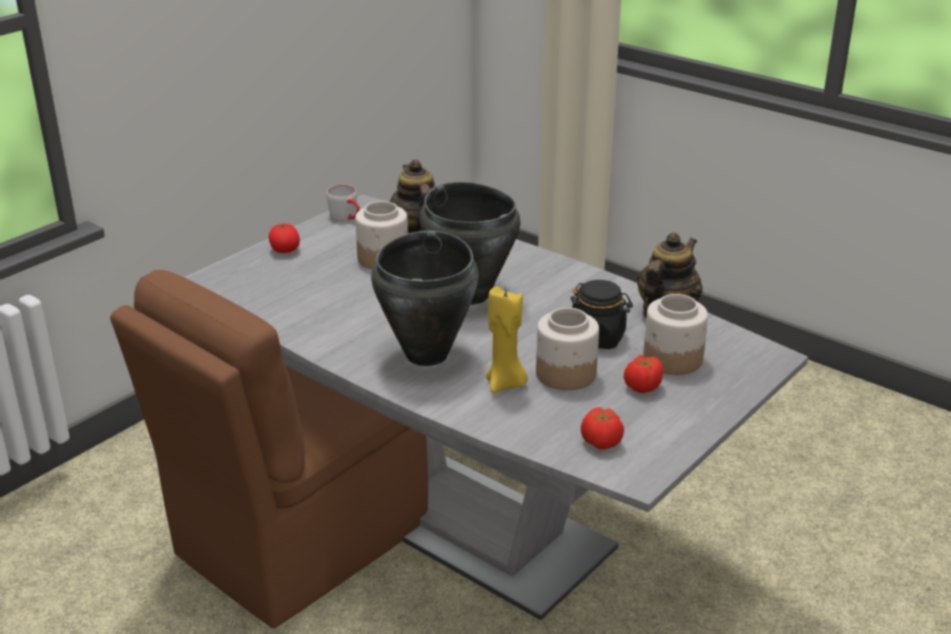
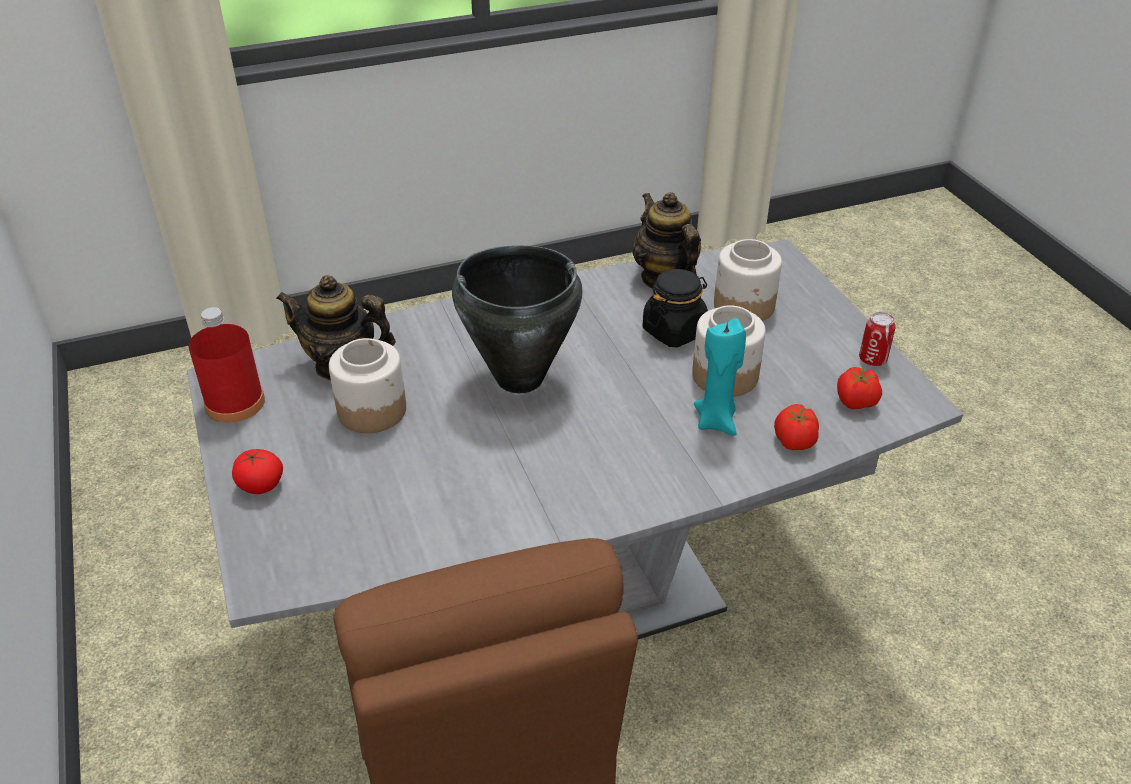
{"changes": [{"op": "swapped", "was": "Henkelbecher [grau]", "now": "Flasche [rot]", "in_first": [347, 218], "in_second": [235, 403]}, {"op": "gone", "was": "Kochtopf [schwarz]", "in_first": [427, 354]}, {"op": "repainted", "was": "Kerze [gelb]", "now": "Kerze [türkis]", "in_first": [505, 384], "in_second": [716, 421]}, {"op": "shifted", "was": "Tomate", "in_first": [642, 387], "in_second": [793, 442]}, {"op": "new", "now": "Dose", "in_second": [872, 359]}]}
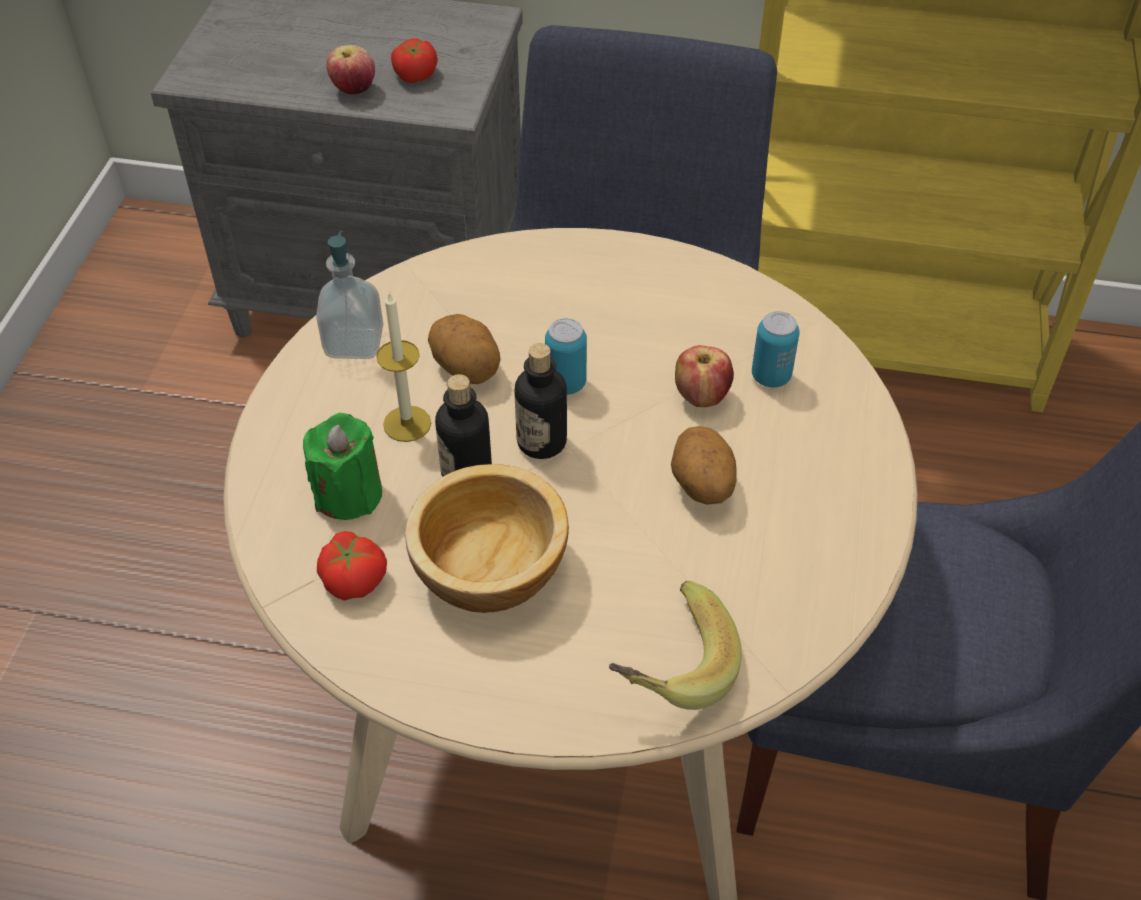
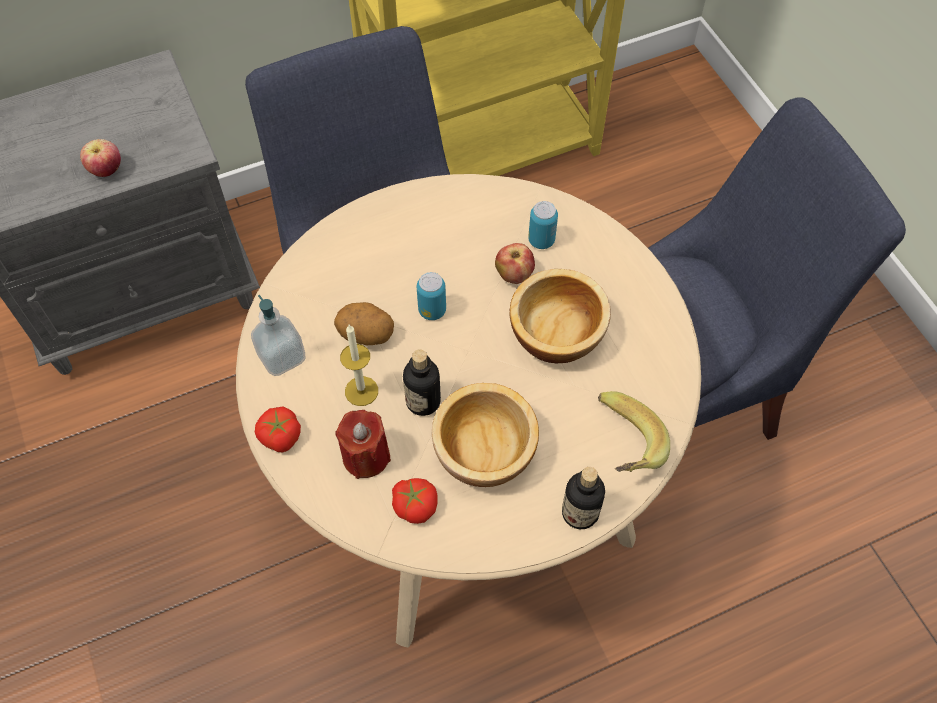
{"changes": [{"op": "shifted", "was": "Tomate", "in_first": [414, 75], "in_second": [280, 436]}, {"op": "shifted", "was": "Flasche", "in_first": [541, 442], "in_second": [580, 513]}, {"op": "repainted", "was": "Kerze [grün]", "now": "Kerze [rot]", "in_first": [348, 494], "in_second": [366, 456]}, {"op": "swapped", "was": "Kartoffel", "now": "Schüssel", "in_first": [700, 486], "in_second": [557, 331]}]}
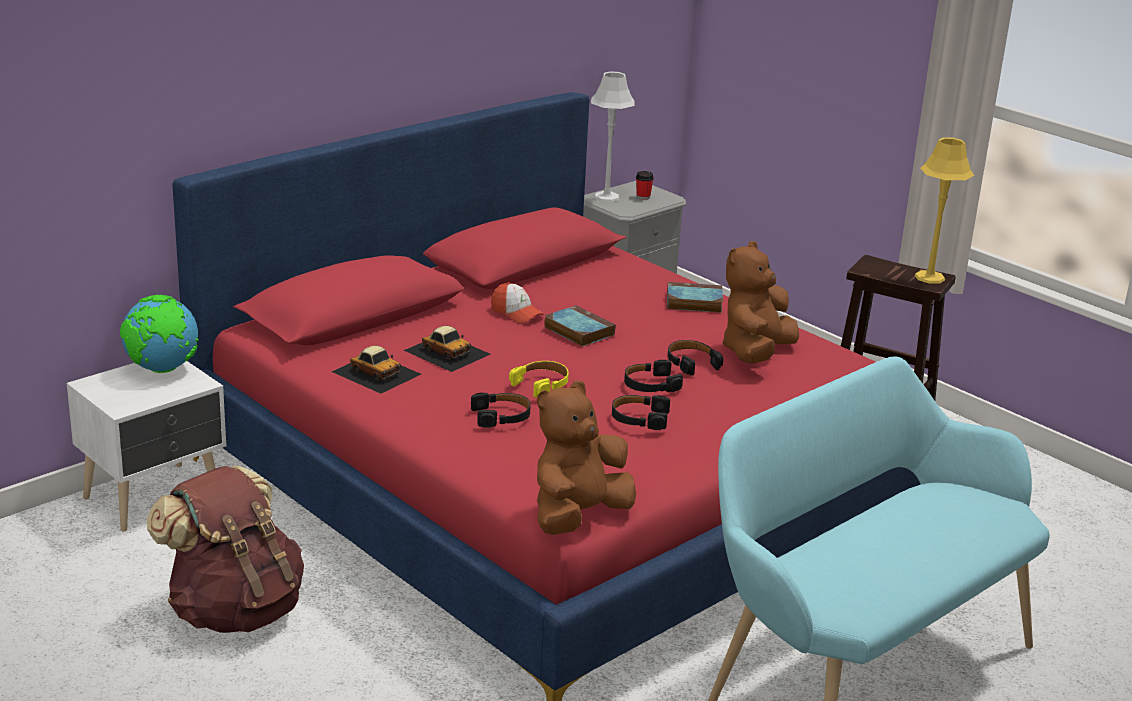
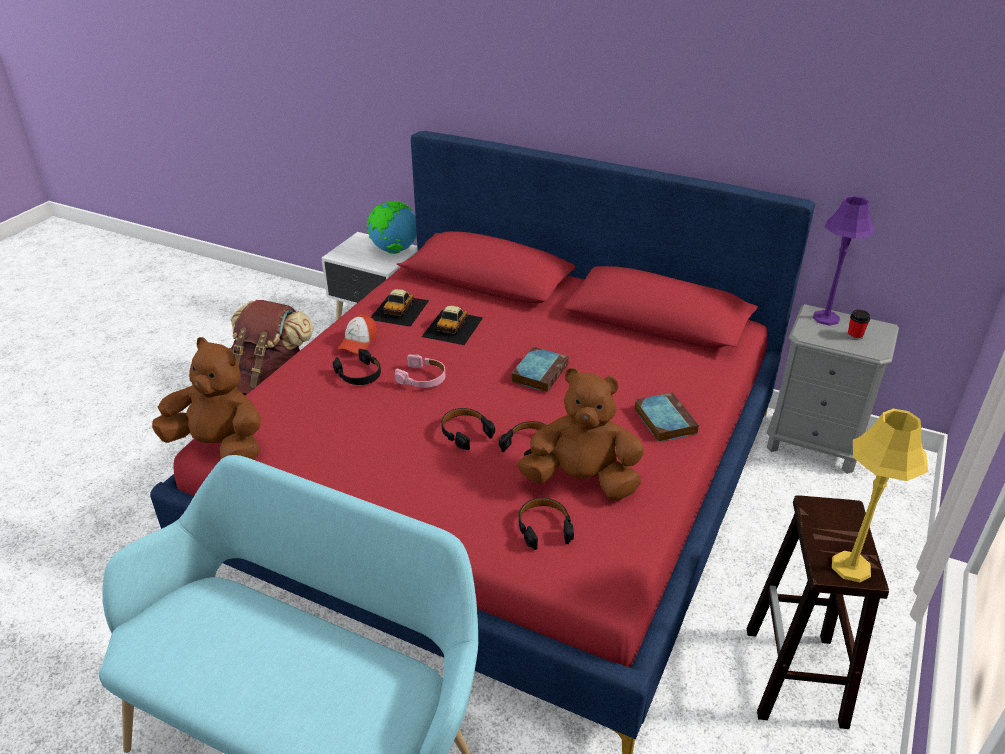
{"changes": [{"op": "repainted", "was": "Tischlampe [grau]", "now": "Tischlampe [lila]", "in_first": [606, 197], "in_second": [826, 318]}, {"op": "shifted", "was": "Kappe", "in_first": [516, 313], "in_second": [358, 342]}, {"op": "repainted", "was": "Kopfhörer [gelb]", "now": "Kopfhörer [rosa]", "in_first": [541, 384], "in_second": [422, 378]}, {"op": "shifted", "was": "Kopfhörer [schwarz]", "in_first": [639, 418], "in_second": [544, 527]}]}
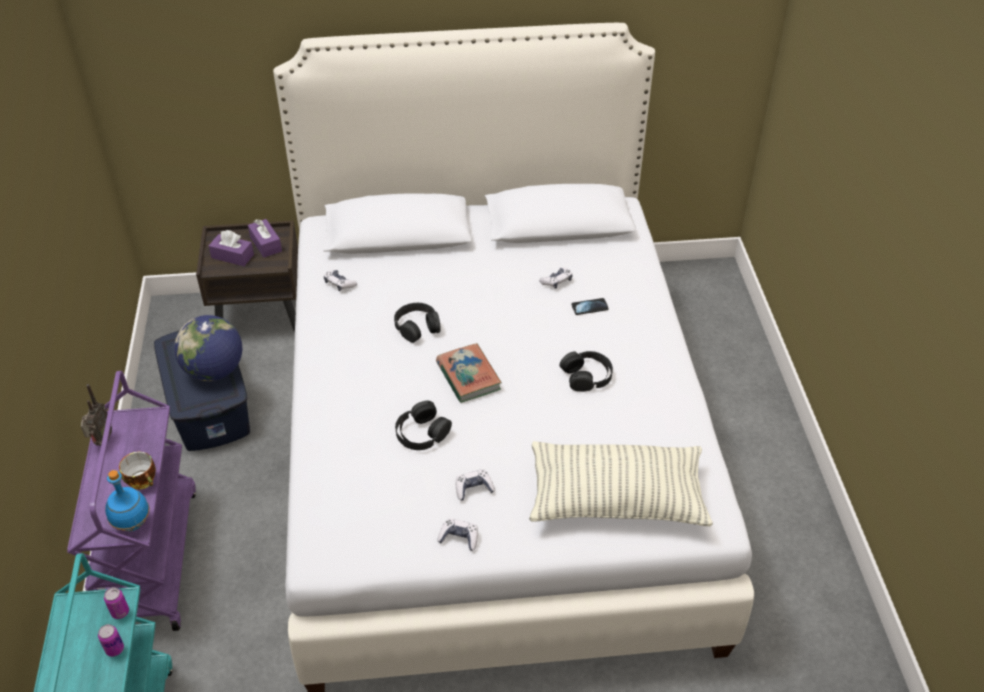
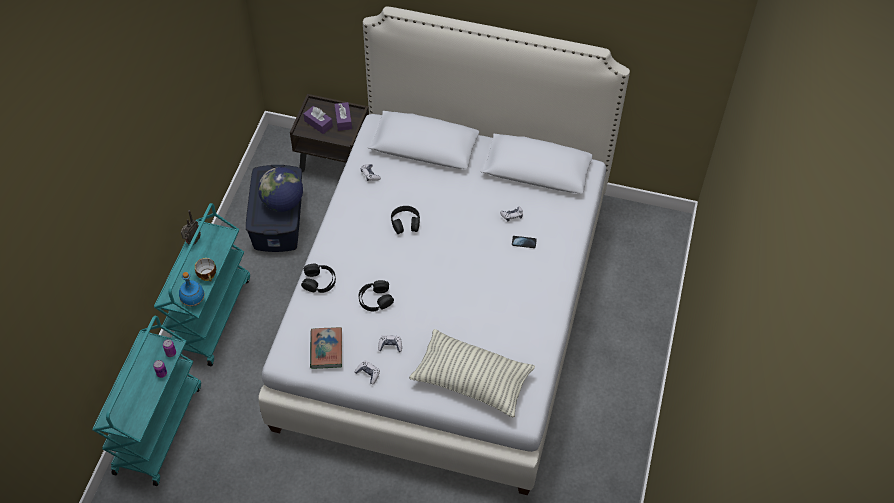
{"changes": [{"op": "shifted", "was": "Buch", "in_first": [468, 376], "in_second": [326, 349]}, {"op": "shifted", "was": "Kopfhörer [schwarz]", "in_first": [587, 376], "in_second": [319, 281]}, {"op": "repainted", "was": "Rollwagen [lila]", "now": "Rollwagen [türkis]", "in_first": [152, 558], "in_second": [210, 315]}]}
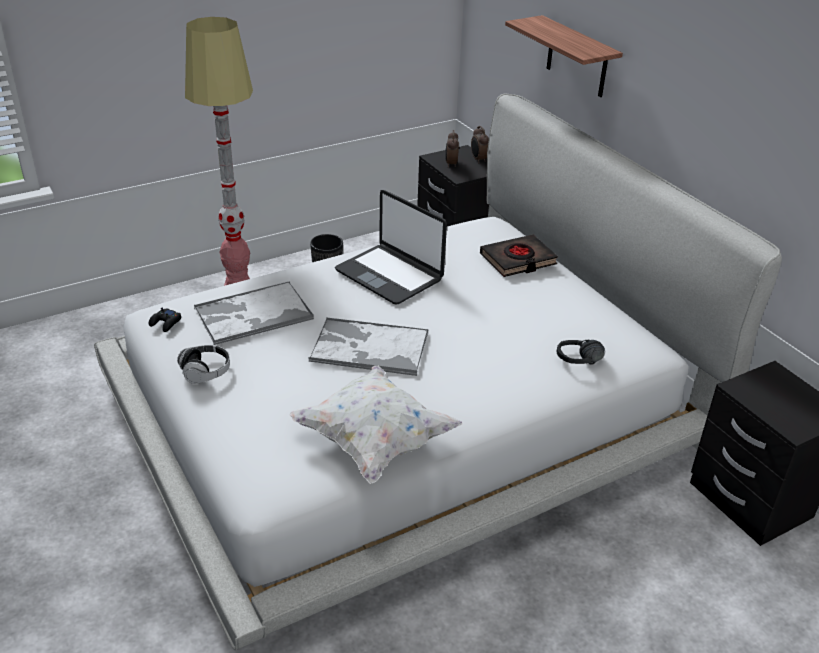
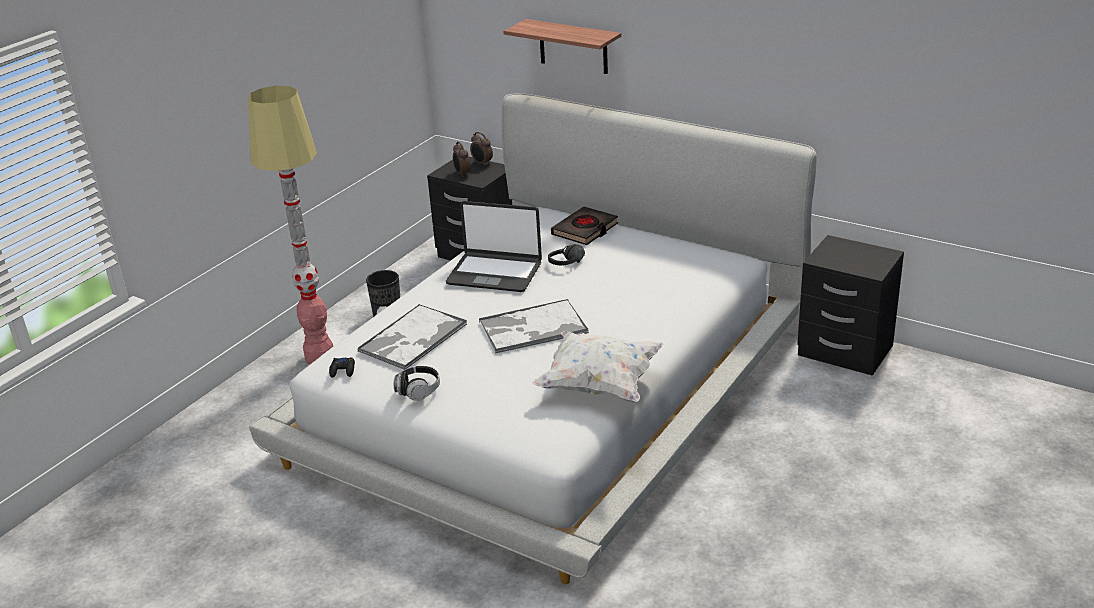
{"changes": [{"op": "shifted", "was": "Kopfhörer [schwarz]", "in_first": [581, 364], "in_second": [570, 265]}]}
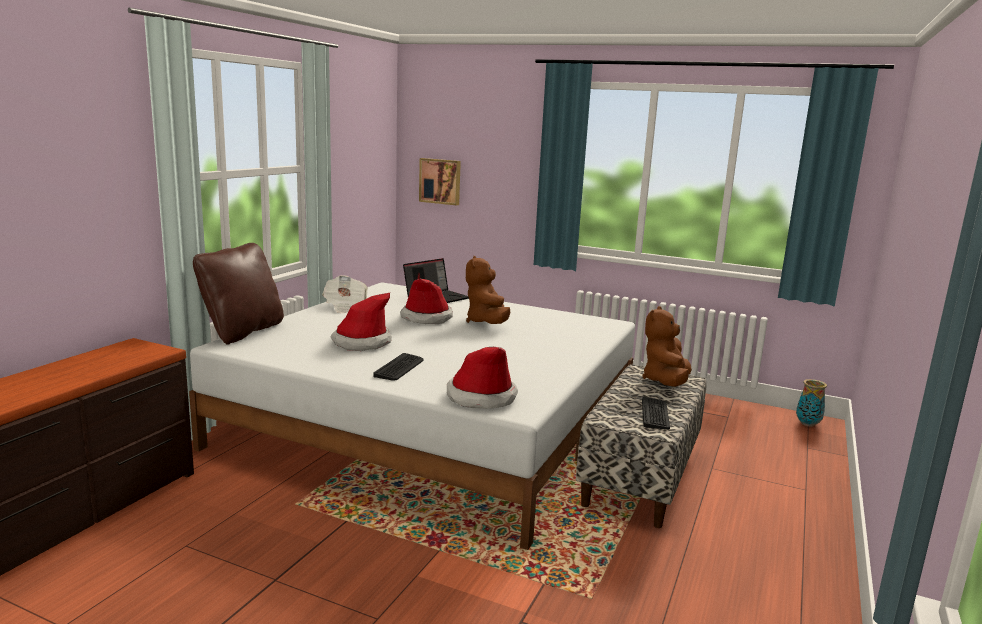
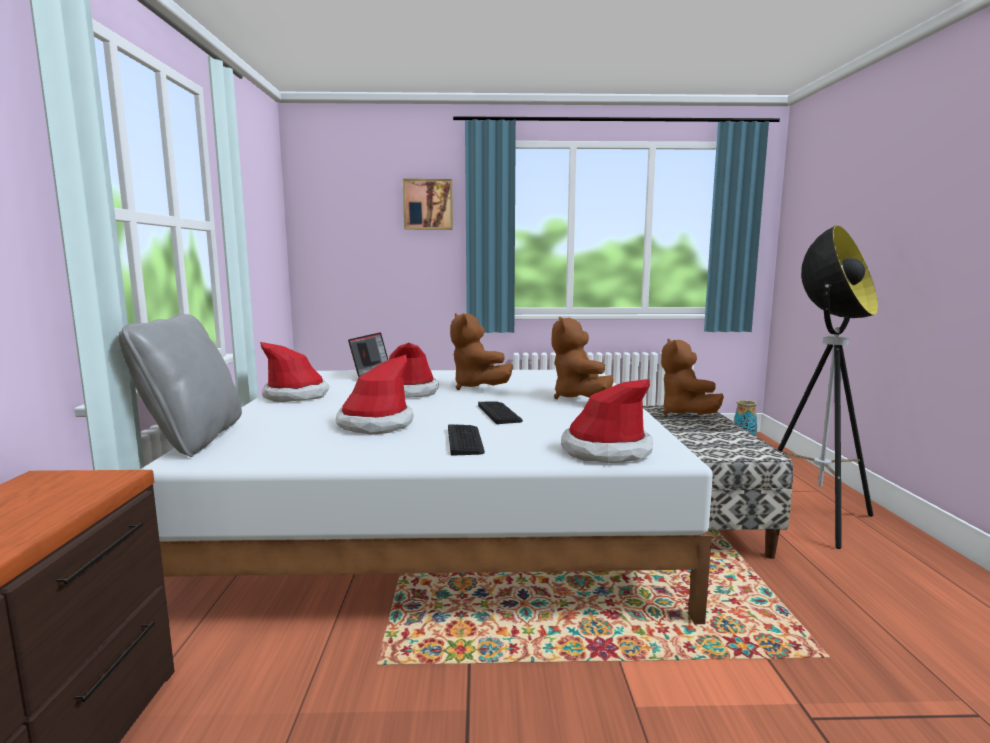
{"changes": [{"op": "shifted", "was": "Bild", "in_first": [440, 181], "in_second": [428, 204]}, {"op": "repainted", "was": "Kissen [braun]", "now": "Kissen [grau]", "in_first": [243, 331], "in_second": [193, 439]}, {"op": "swapped", "was": "Zeitung", "now": "Hut", "in_first": [345, 307], "in_second": [296, 395]}, {"op": "shifted", "was": "Tastatur", "in_first": [655, 414], "in_second": [499, 413]}, {"op": "new", "now": "Stehlampe", "in_second": [815, 519]}, {"op": "new", "now": "Plüschtier [braun]", "in_second": [579, 398]}]}
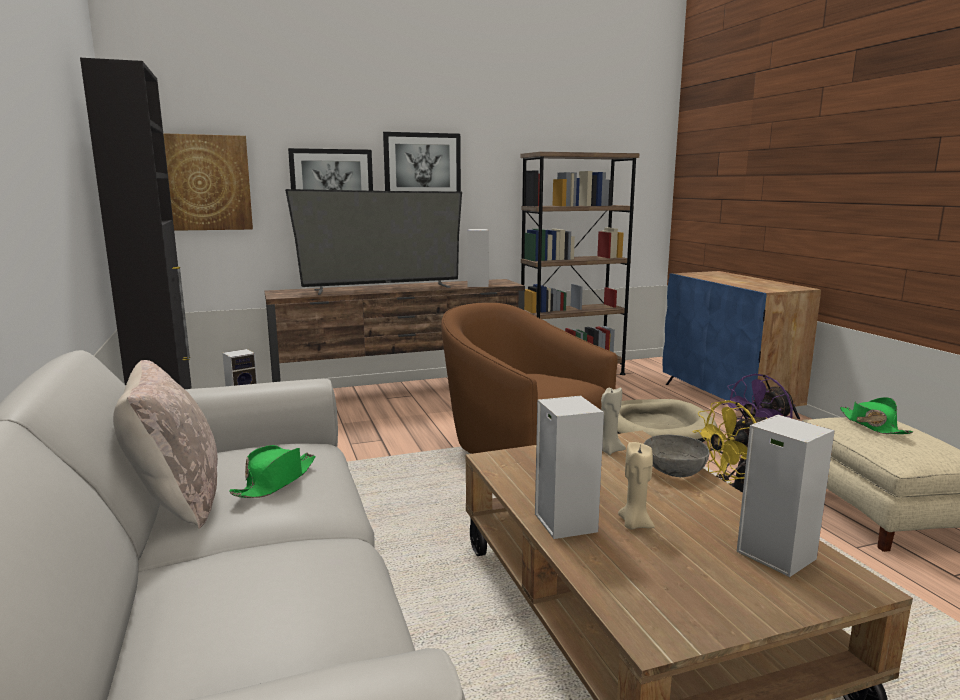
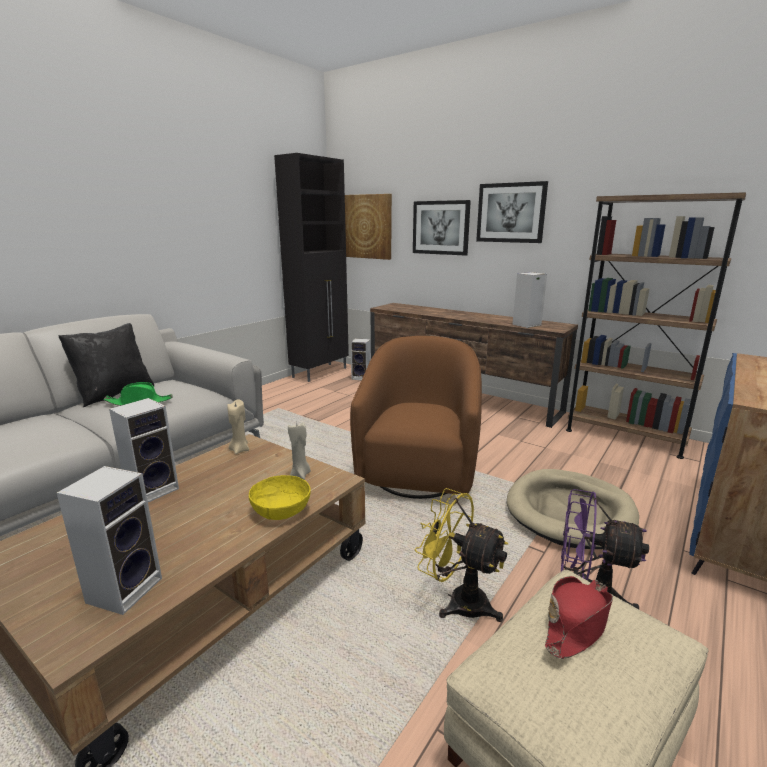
{"changes": [{"op": "gone", "was": "Fernseher", "in_first": [382, 289]}, {"op": "repainted", "was": "Kissen [beige]", "now": "Kissen [schwarz]", "in_first": [176, 500], "in_second": [114, 394]}, {"op": "repainted", "was": "Hut [grün]", "now": "Hut [rot]", "in_first": [872, 425], "in_second": [577, 622]}, {"op": "repainted", "was": "Schüssel [grau]", "now": "Schüssel [gelb]", "in_first": [674, 470], "in_second": [280, 510]}, {"op": "shifted", "was": "Kerze [beige]", "in_first": [634, 524], "in_second": [239, 450]}]}
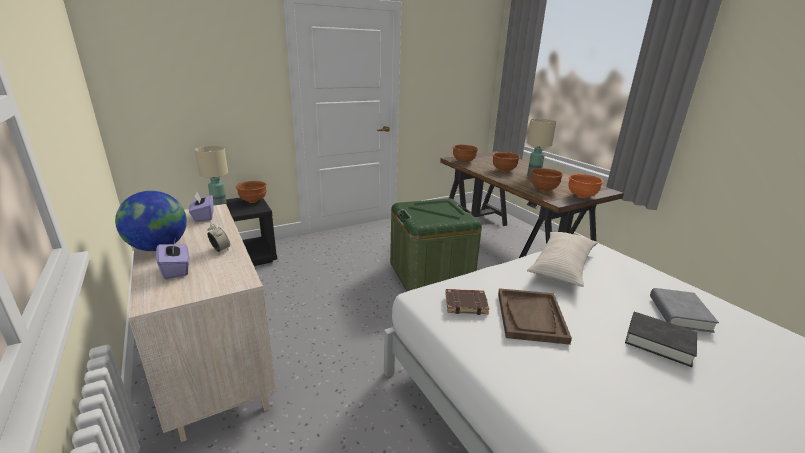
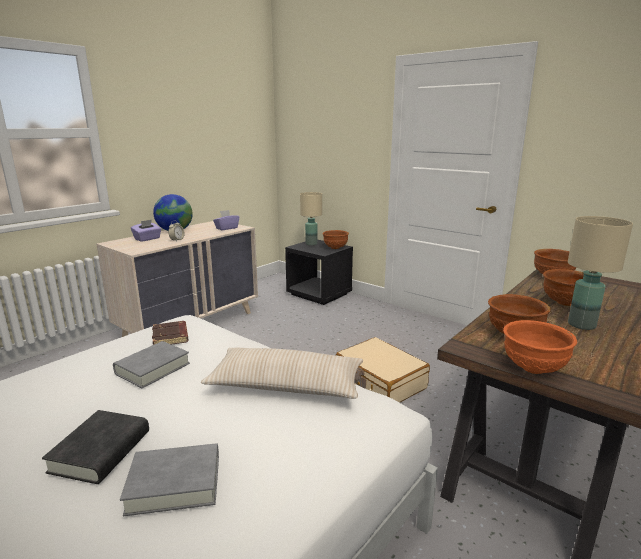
{"changes": [{"op": "swapped", "was": "Aufbewahrungsbox [grün]", "now": "Koffer [beige]", "in_first": [430, 274], "in_second": [380, 382]}, {"op": "swapped", "was": "Tablett [braun]", "now": "Buch [grau]", "in_first": [531, 317], "in_second": [153, 368]}]}
